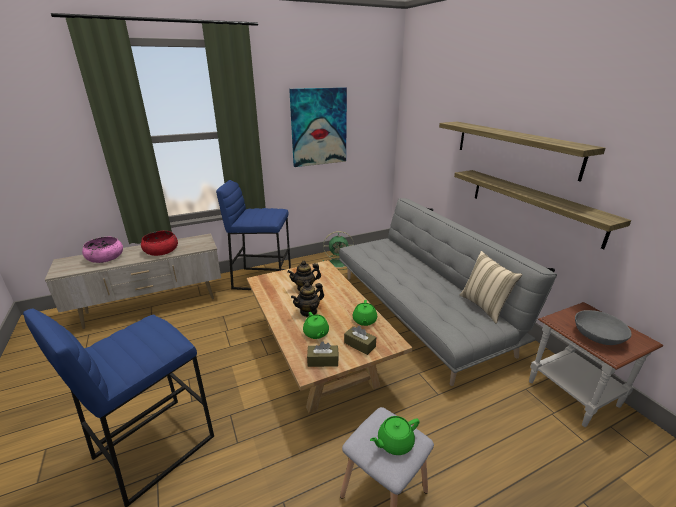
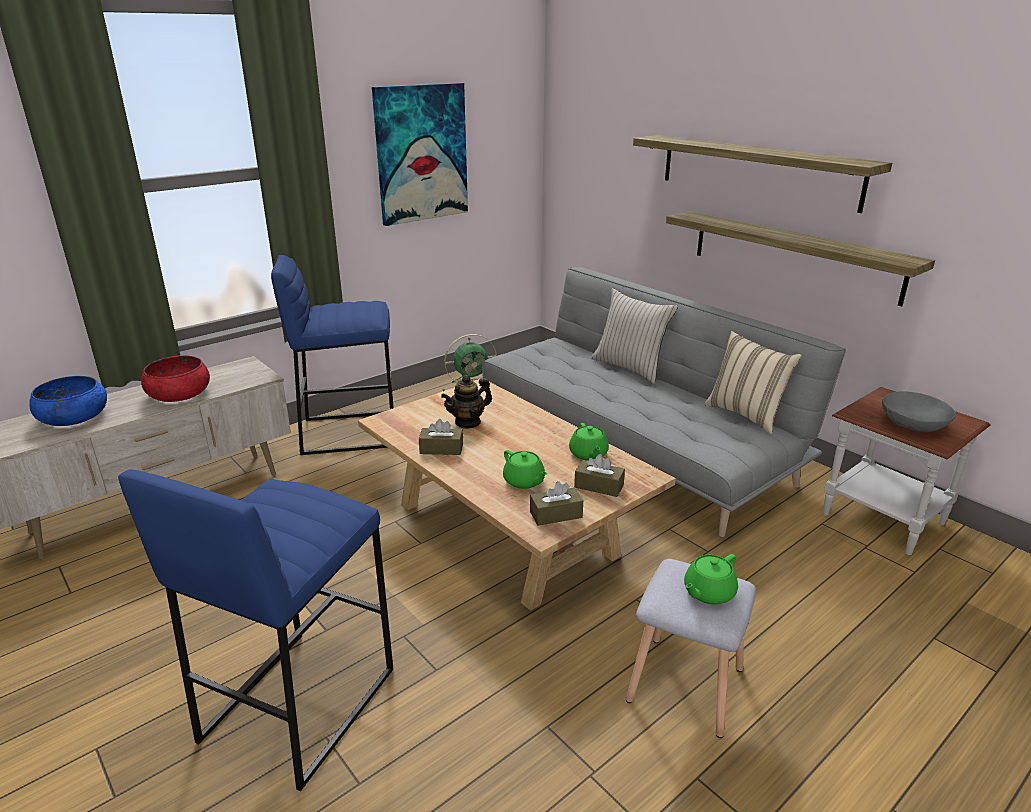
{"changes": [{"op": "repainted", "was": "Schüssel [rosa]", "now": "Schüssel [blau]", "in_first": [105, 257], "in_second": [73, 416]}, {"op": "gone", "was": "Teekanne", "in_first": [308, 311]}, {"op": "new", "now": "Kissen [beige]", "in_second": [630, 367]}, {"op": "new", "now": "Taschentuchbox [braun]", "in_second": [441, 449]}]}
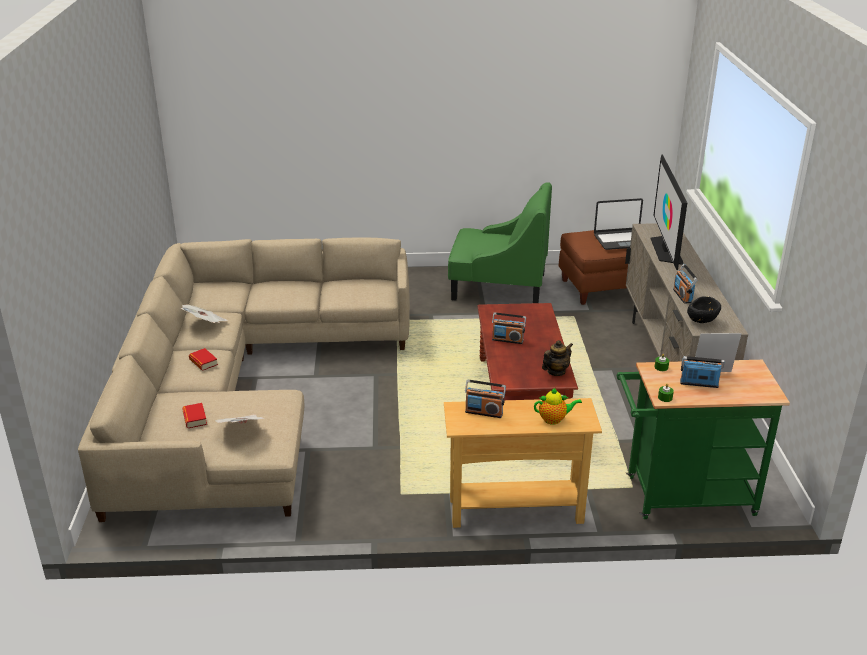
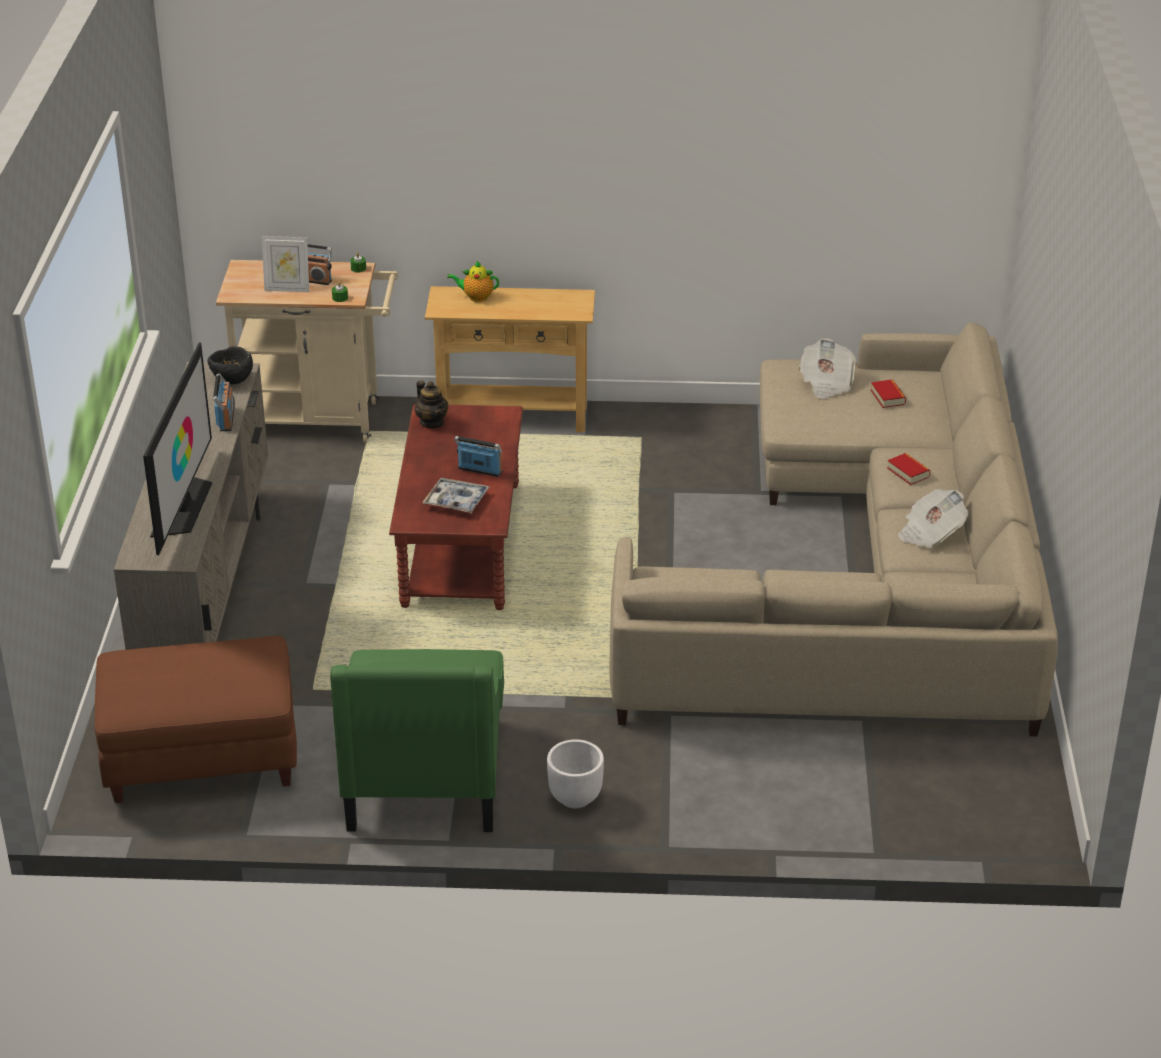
{"changes": [{"op": "rotated", "was": "Sessel [grün]", "in_first": [498, 287], "in_second": [424, 773], "clockwise": -105}, {"op": "gone", "was": "Laptop", "in_first": [621, 240]}, {"op": "rotated", "was": "Teekanne", "in_first": [556, 372], "in_second": [432, 422], "clockwise": -90}, {"op": "repainted", "was": "Rollwagen [grün]", "now": "Rollwagen [beige]", "in_first": [682, 497], "in_second": [318, 420]}, {"op": "gone", "was": "Radio", "in_first": [484, 412]}, {"op": "new", "now": "Tablett", "in_second": [456, 501]}, {"op": "new", "now": "Pflanzkübel [weiß]", "in_second": [576, 798]}]}
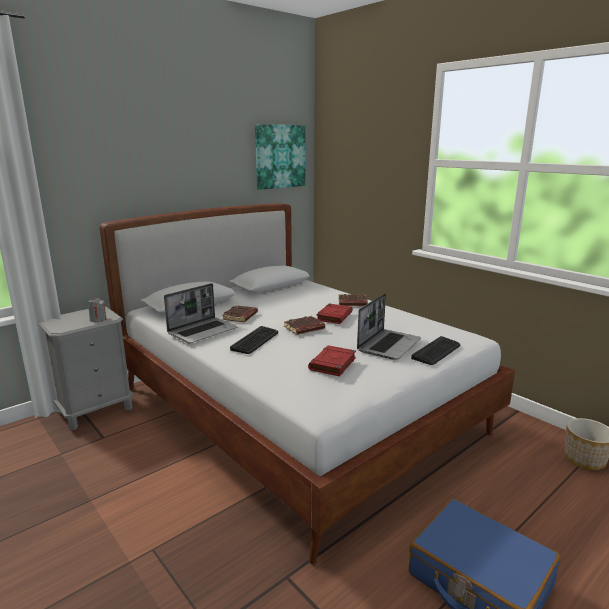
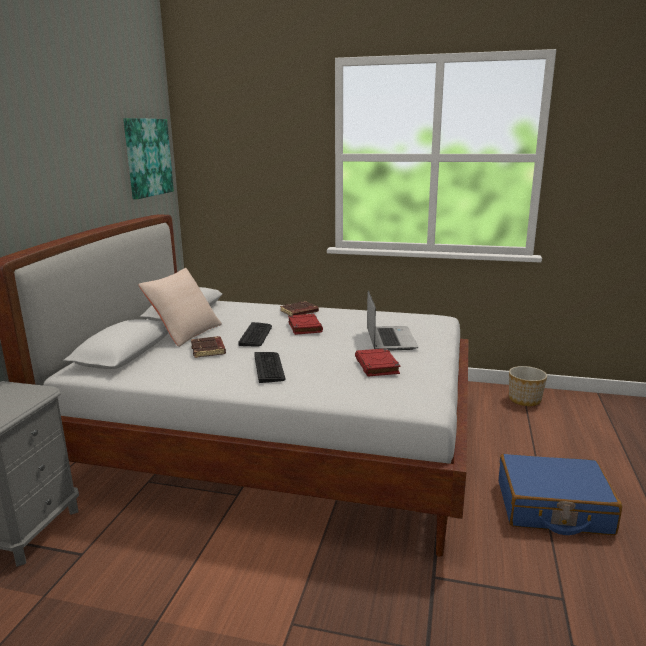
{"changes": [{"op": "gone", "was": "Laptop", "in_first": [203, 331]}, {"op": "gone", "was": "Kerze [grau]", "in_first": [98, 319]}, {"op": "gone", "was": "Buch [braun]", "in_first": [304, 329]}, {"op": "shifted", "was": "Tastatur", "in_first": [436, 351], "in_second": [256, 335]}, {"op": "new", "now": "Kissen [beige]", "in_second": [185, 332]}]}
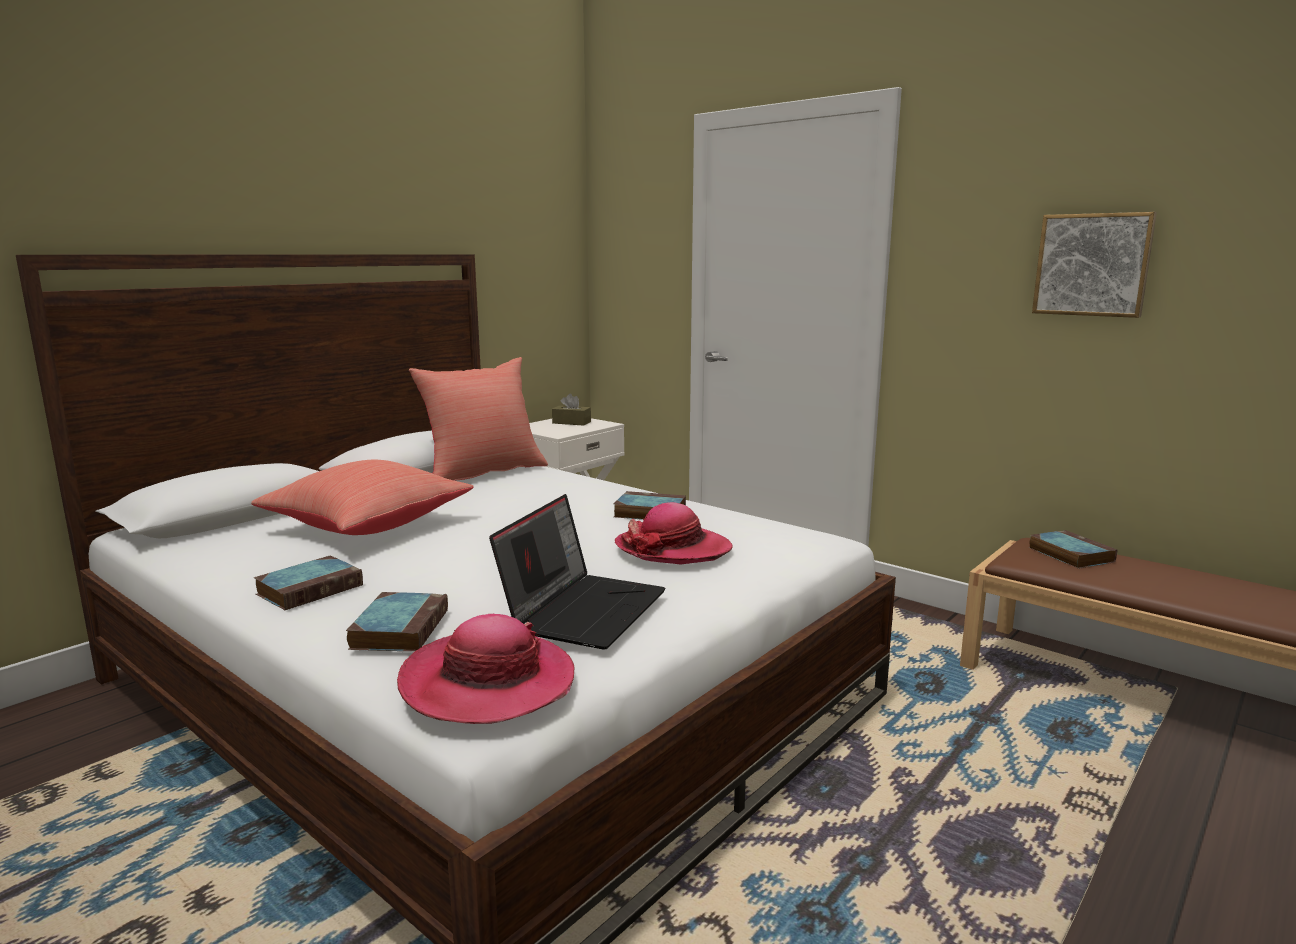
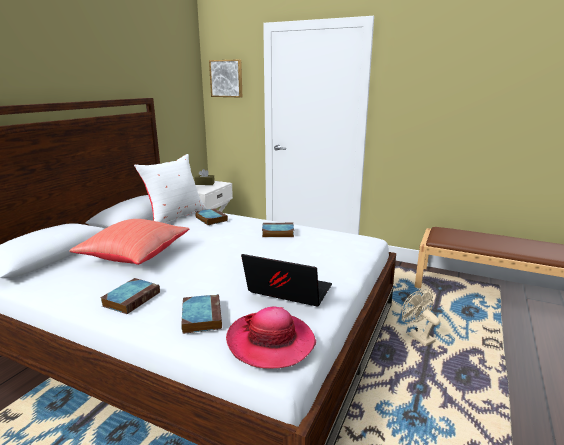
{"changes": [{"op": "shifted", "was": "Bild", "in_first": [1092, 265], "in_second": [226, 78]}, {"op": "repainted", "was": "Kissen [rot]", "now": "Kissen [weiß]", "in_first": [483, 472], "in_second": [175, 216]}, {"op": "rotated", "was": "Laptop", "in_first": [583, 609], "in_second": [287, 292], "clockwise": -75}, {"op": "gone", "was": "Hut", "in_first": [673, 549]}, {"op": "shifted", "was": "Buch", "in_first": [1068, 554], "in_second": [210, 219]}, {"op": "new", "now": "Ventilator [beige]", "in_second": [417, 336]}]}
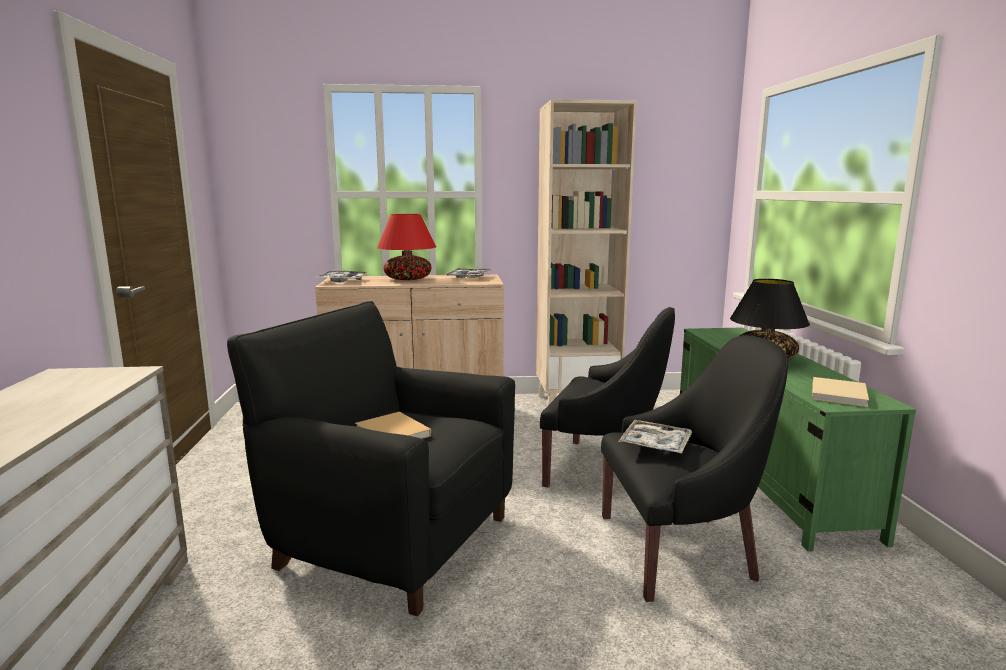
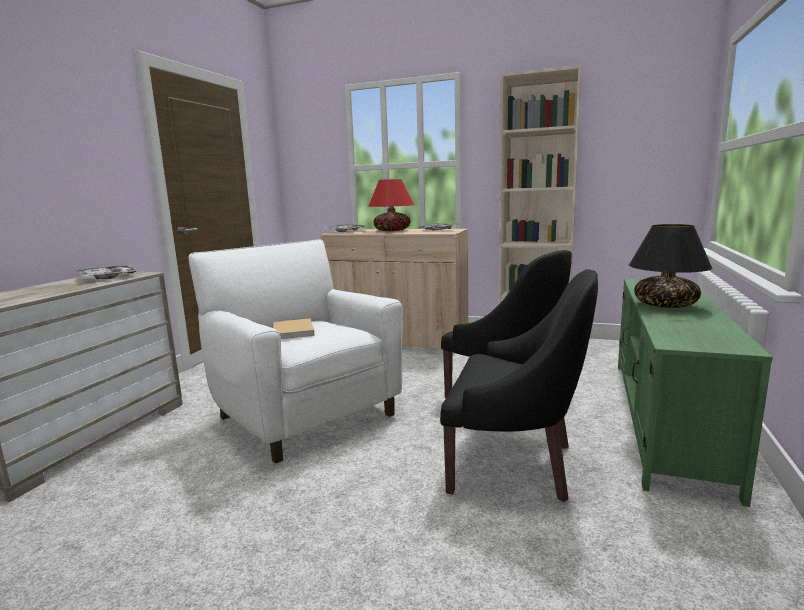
{"changes": [{"op": "repainted", "was": "Sessel [schwarz]", "now": "Sessel [weiß]", "in_first": [392, 539], "in_second": [305, 414]}, {"op": "gone", "was": "Buch [beige]", "in_first": [838, 393]}, {"op": "shifted", "was": "Tablett", "in_first": [655, 444], "in_second": [108, 277]}]}
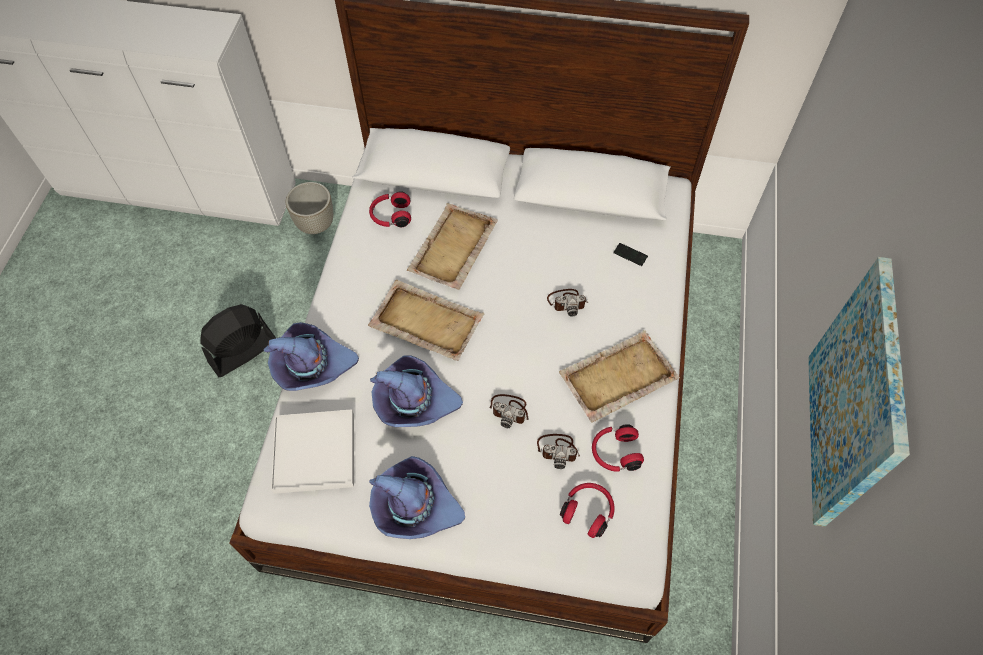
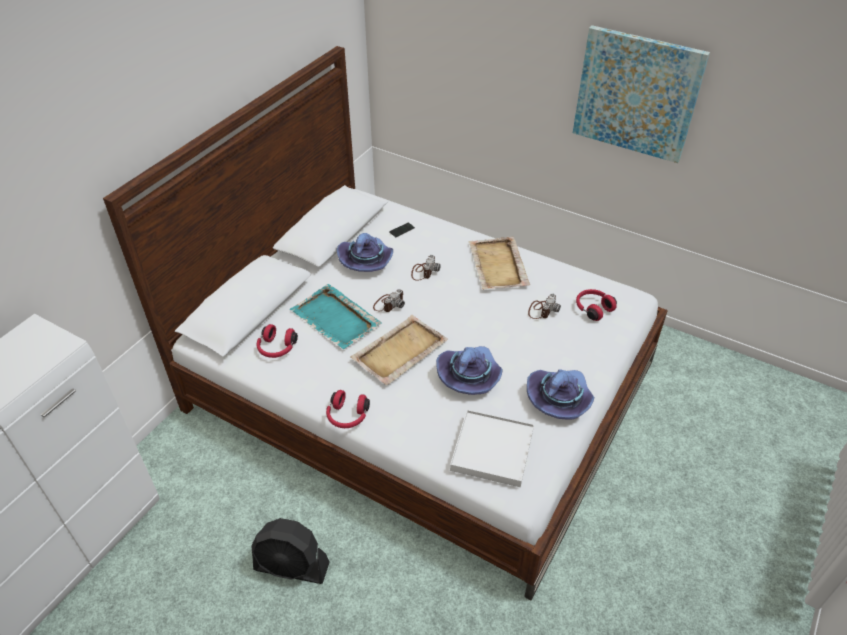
{"changes": [{"op": "gone", "was": "Pflanzkübel [grau]", "in_first": [316, 224]}, {"op": "repainted", "was": "Tablett [beige]", "now": "Tablett [türkis]", "in_first": [452, 248], "in_second": [336, 319]}, {"op": "rotated", "was": "Ventilator [schwarz]", "in_first": [243, 352], "in_second": [292, 566], "clockwise": -60}, {"op": "shifted", "was": "Hut [lila]", "in_first": [311, 365], "in_second": [367, 261]}, {"op": "shifted", "was": "Kamera", "in_first": [509, 410], "in_second": [389, 304]}, {"op": "shifted", "was": "Kopfhörer [rot]", "in_first": [615, 453], "in_second": [347, 416]}]}
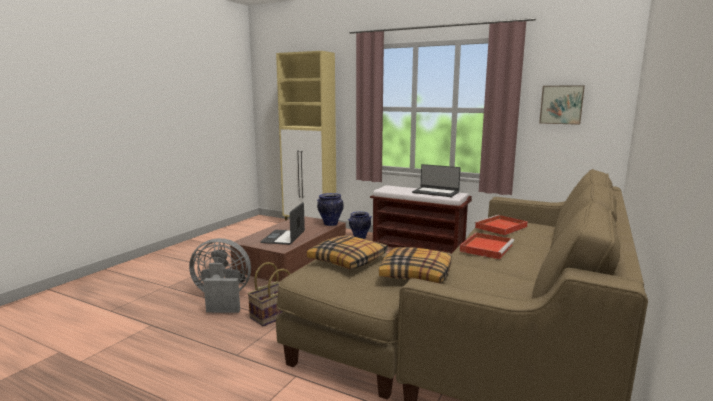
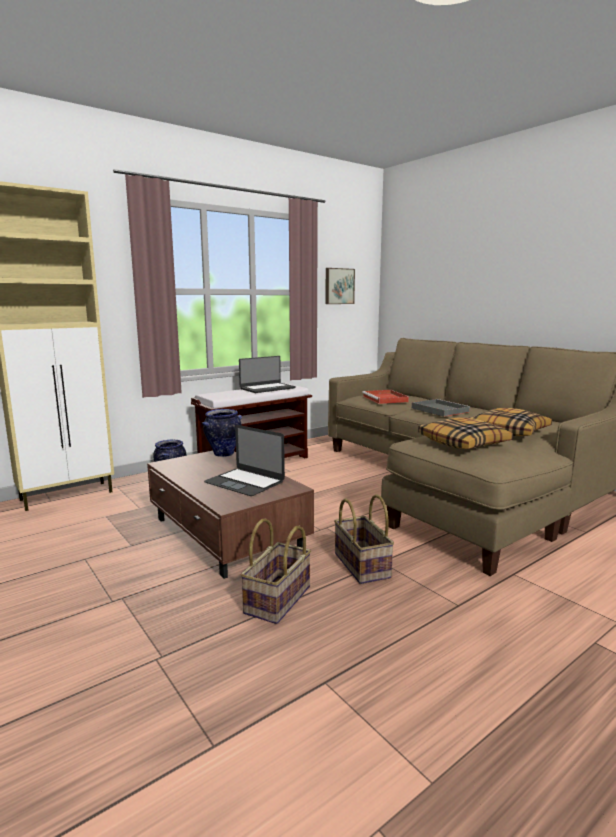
{"changes": [{"op": "repainted", "was": "Tablett [rot]", "now": "Tablett [grau]", "in_first": [486, 247], "in_second": [438, 410]}, {"op": "swapped", "was": "Ventilator [grau]", "now": "Korb", "in_first": [222, 299], "in_second": [278, 600]}]}
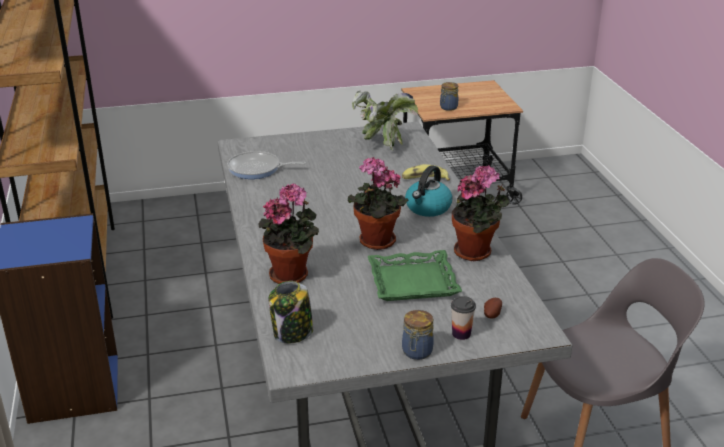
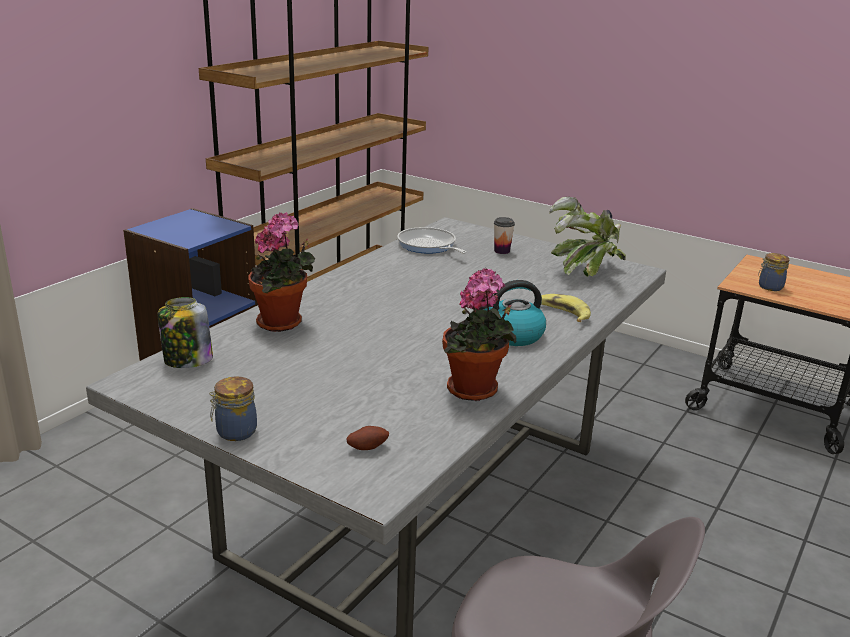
{"changes": [{"op": "gone", "was": "Topfpflanze", "in_first": [375, 243]}, {"op": "gone", "was": "Tablett [grün]", "in_first": [413, 282]}, {"op": "shifted", "was": "Tasse", "in_first": [461, 334], "in_second": [502, 251]}]}
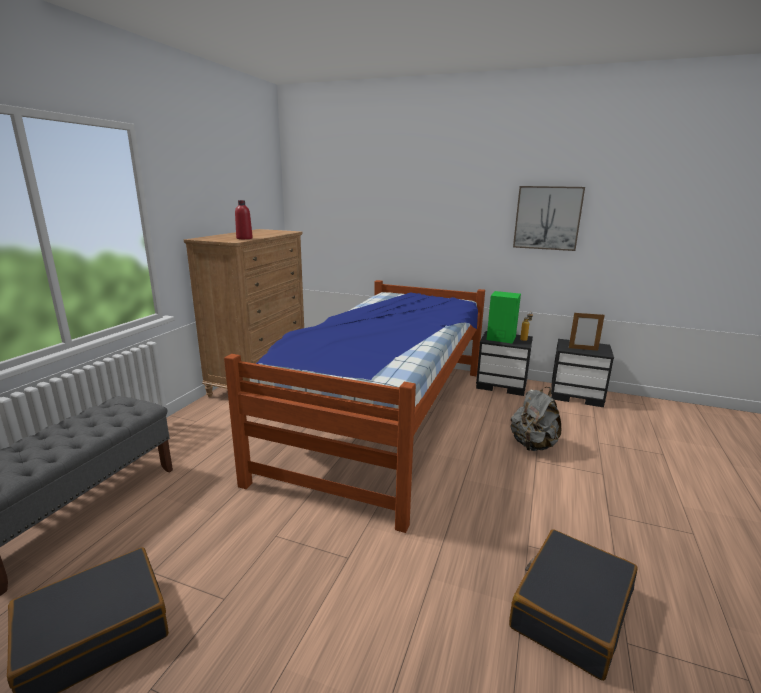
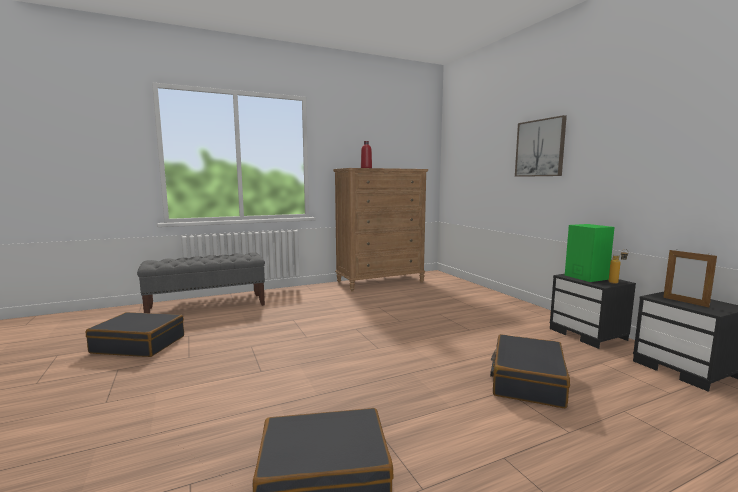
{"changes": [{"op": "shifted", "was": "Bild", "in_first": [547, 218], "in_second": [540, 148]}, {"op": "gone", "was": "Bett", "in_first": [384, 417]}, {"op": "swapped", "was": "Rucksack [grau]", "now": "Koffer [schwarz]", "in_first": [533, 445], "in_second": [527, 381]}]}
